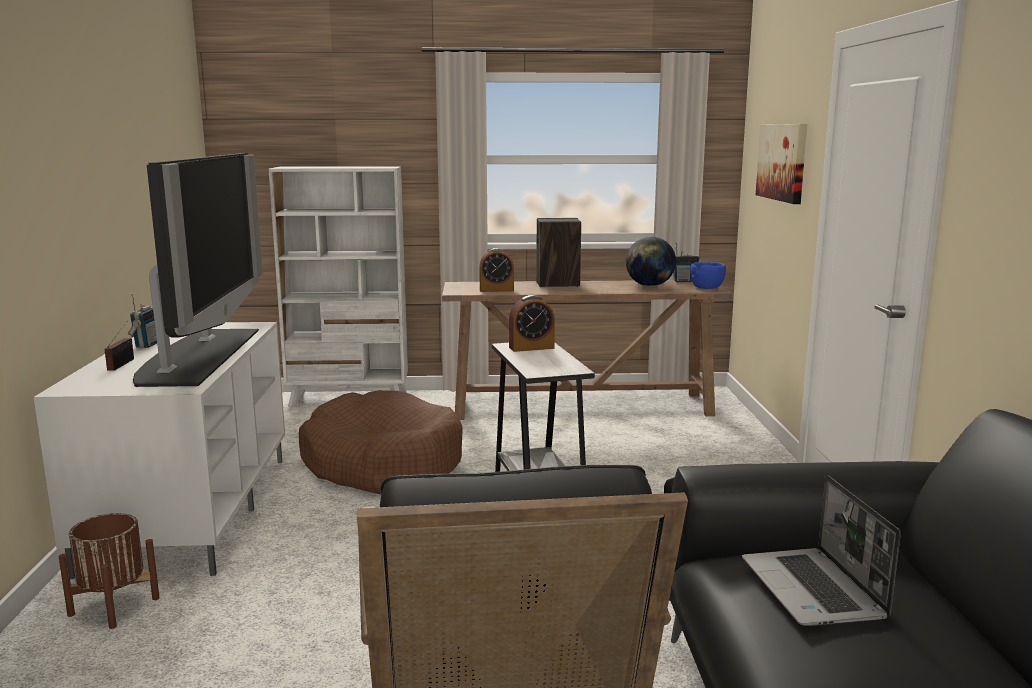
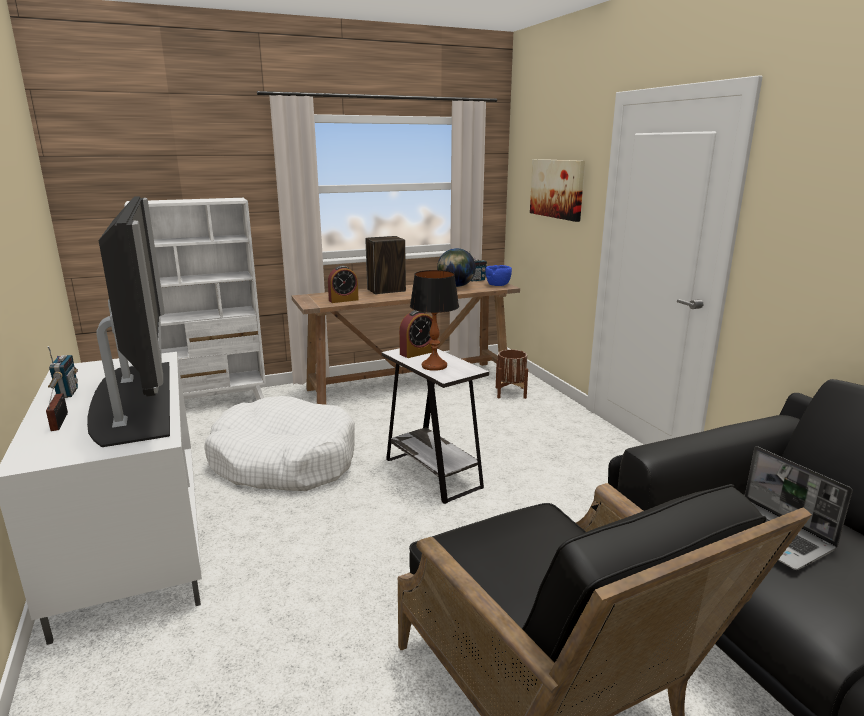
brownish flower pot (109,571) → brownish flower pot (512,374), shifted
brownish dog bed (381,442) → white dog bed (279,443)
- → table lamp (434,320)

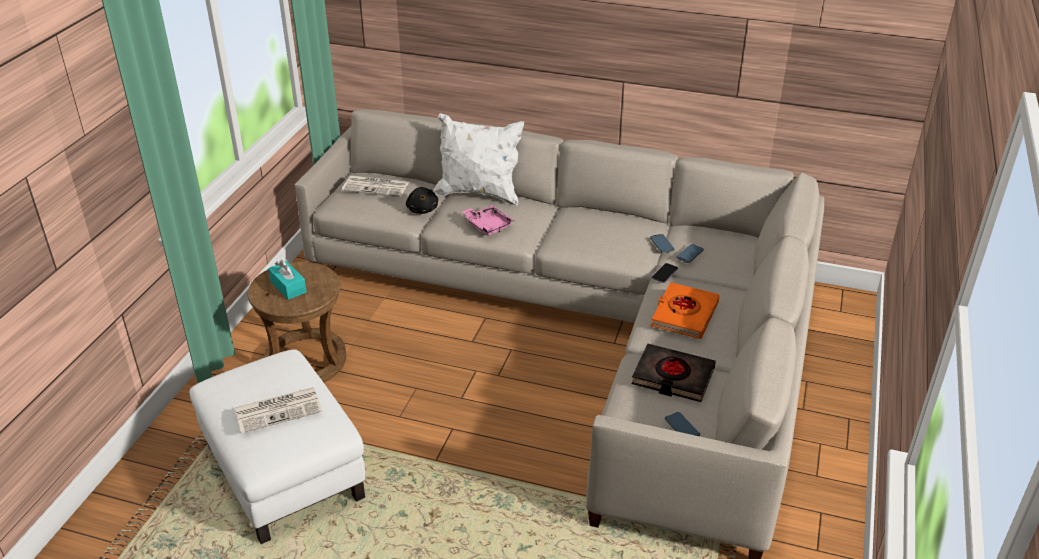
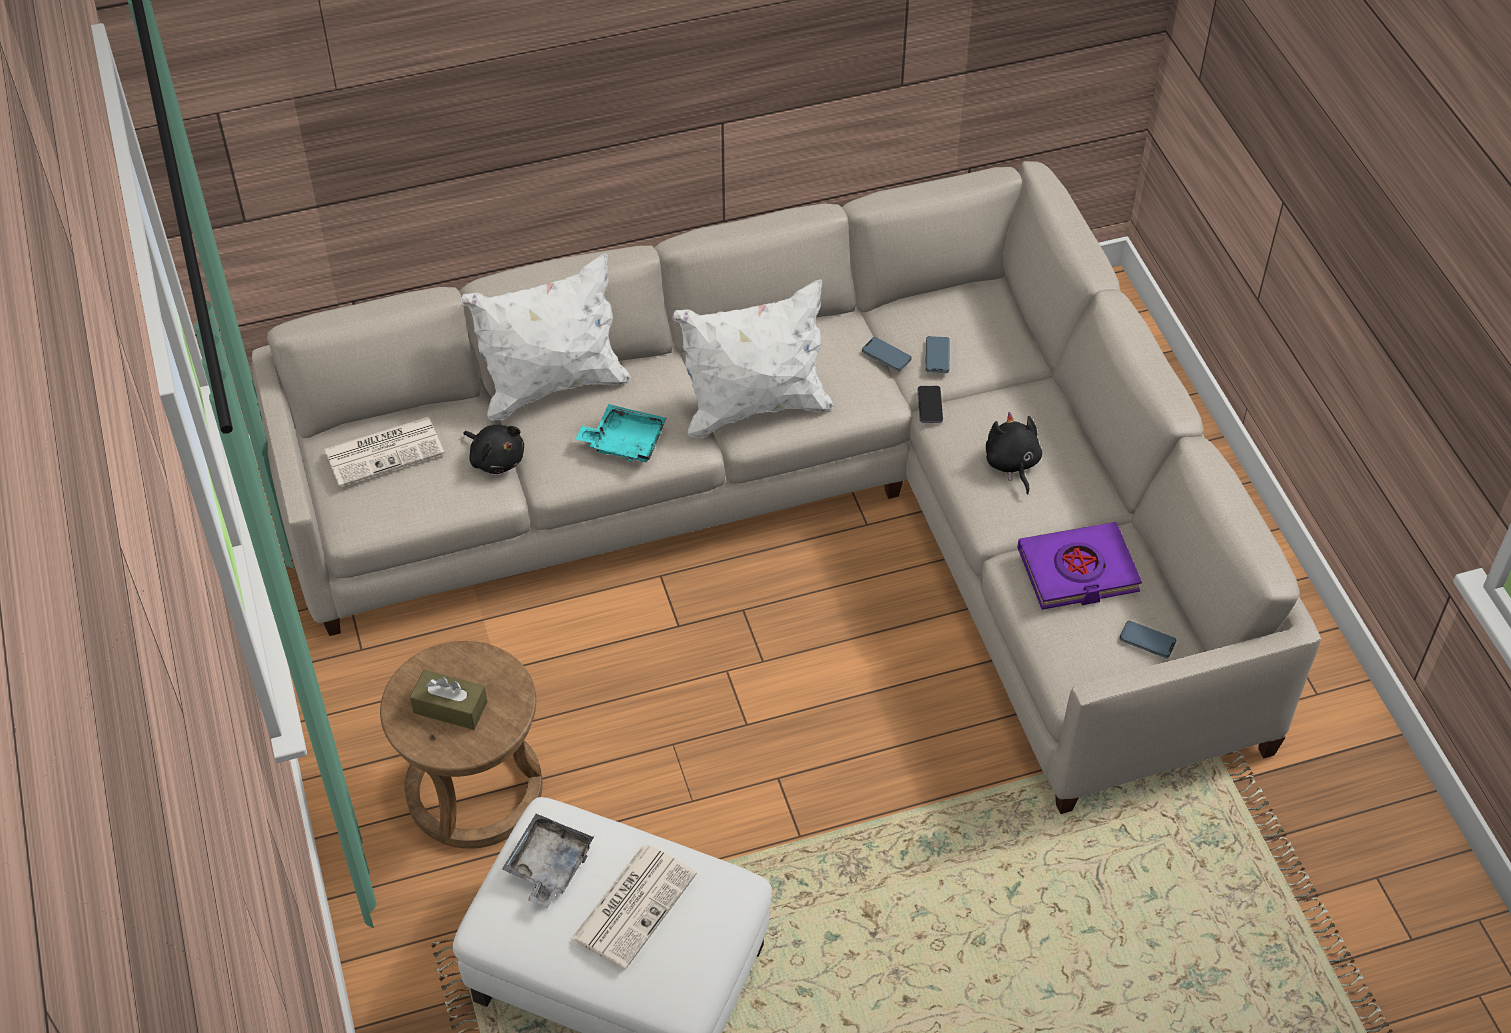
turquoise box of tissues (287,280) → brownish box of tissues (448,700)
pink-coloured serving tray (488,220) → turquoise serving tray (621,433)
blackish volume (674,373) → purple volume (1079,566)
orange-coloured volume (685,310) → blackish plush toy (1014,453)
- → gray serving tray (548,861)
- → white pillow (753,358)

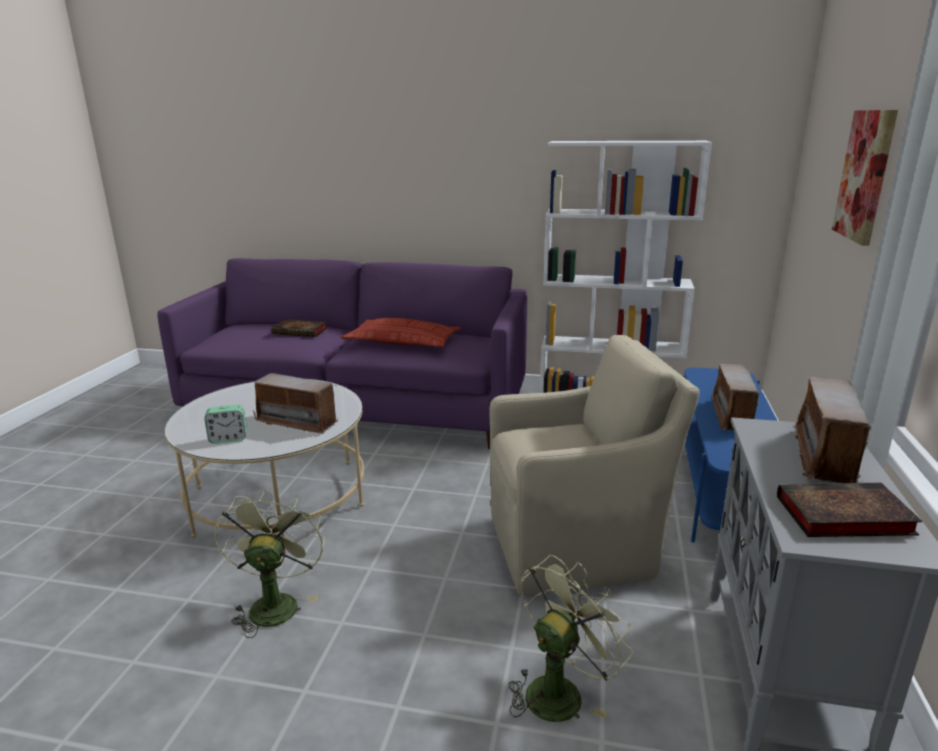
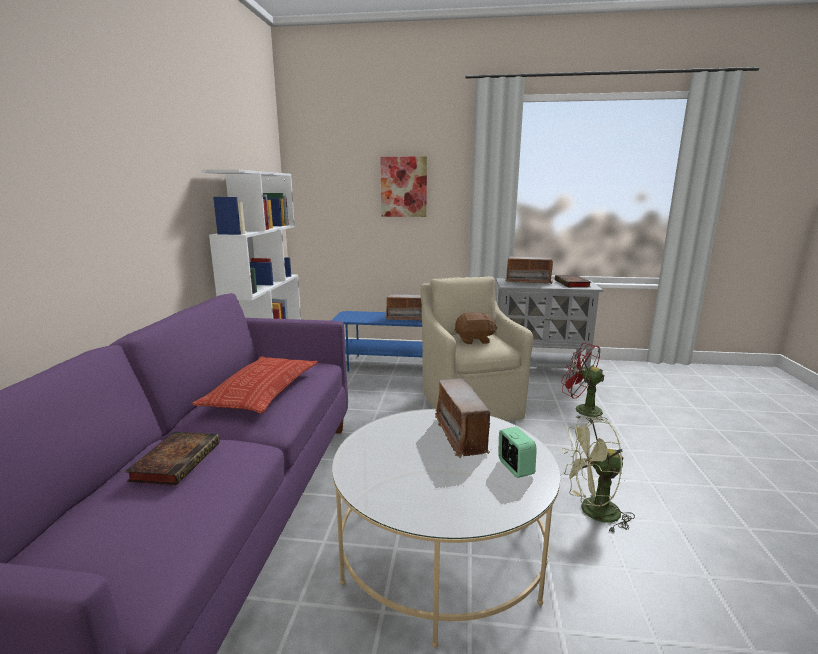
radio receiver (295,403) → radio receiver (463,418), 150 degrees clockwise
greenish electric fan (571,638) → reddish electric fan (584,382)
- → brownish plush toy (476,328)

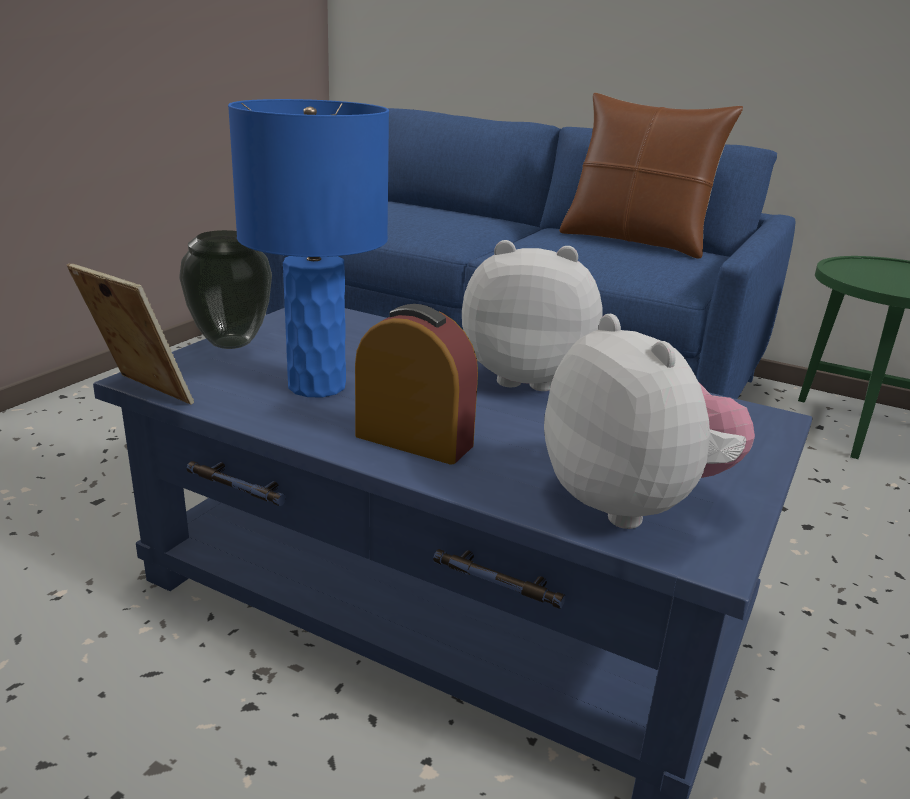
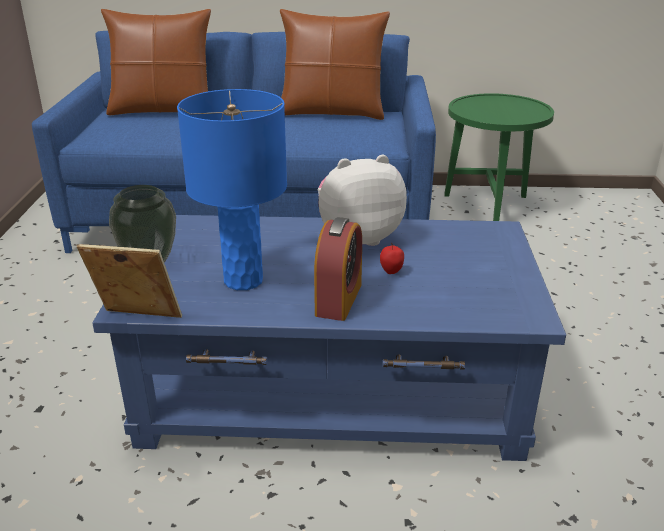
bedside clock (416,384) → bedside clock (338,269), 105 degrees clockwise
plush toy (649,421) → -
- → brownish pillow (156,62)
- → apple (392,258)

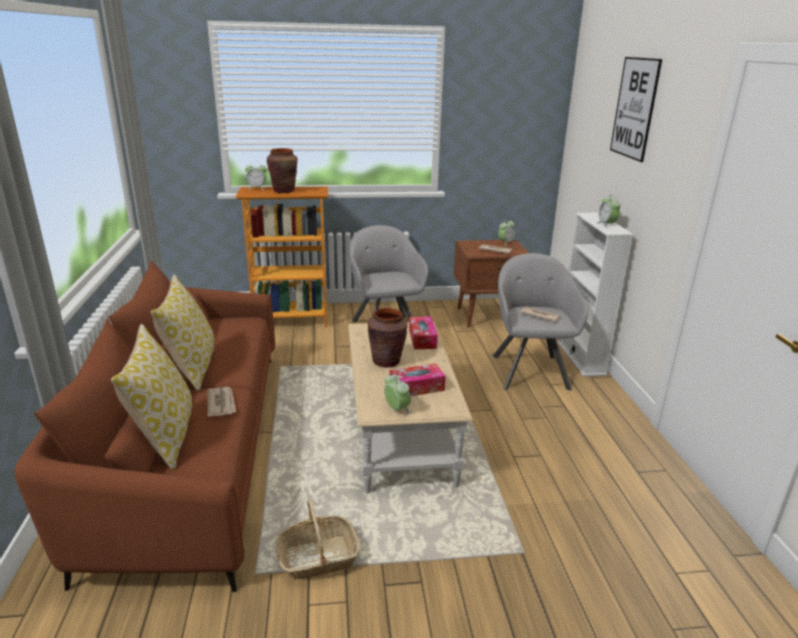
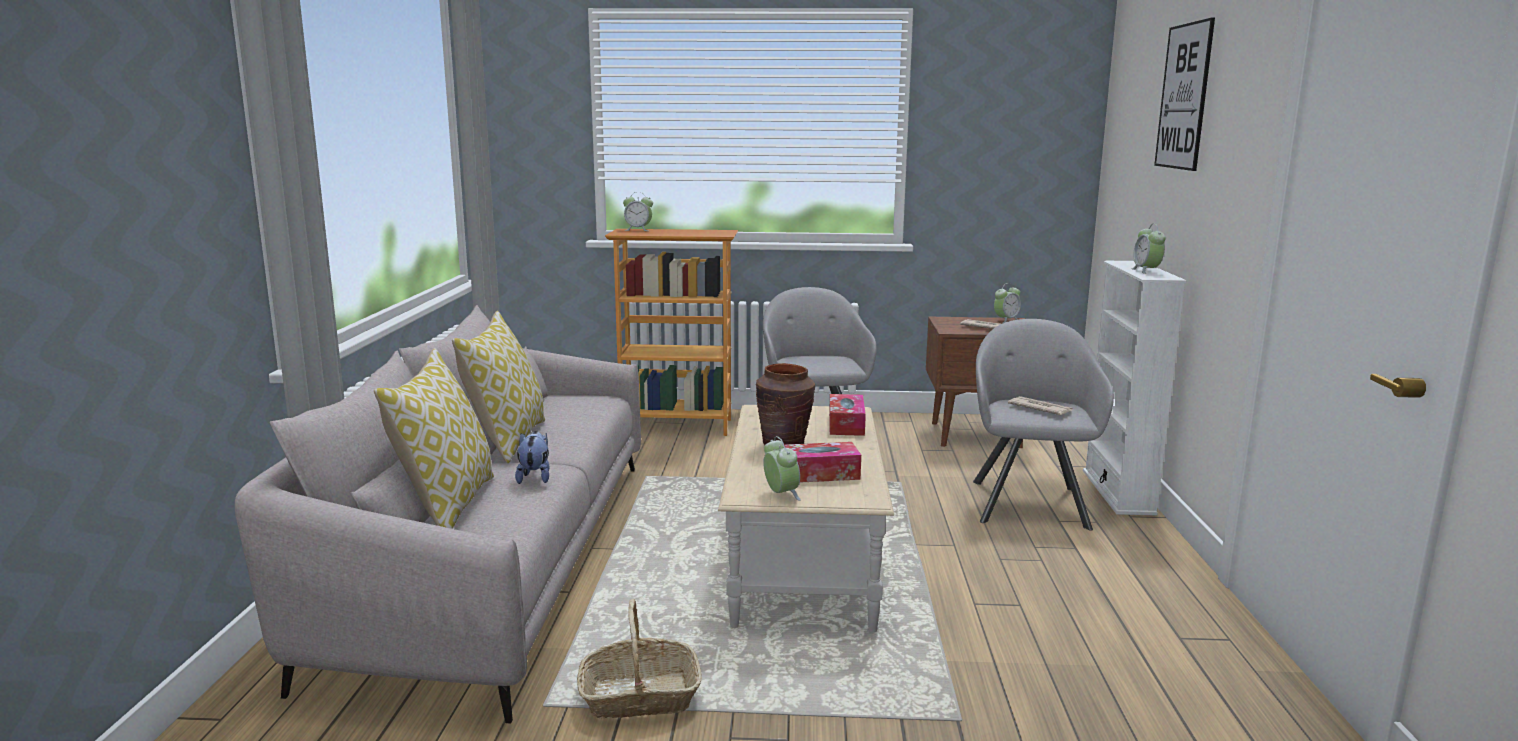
brownish couch (144,426) → gray couch (438,514)
printed paper (221,402) → plush toy (532,457)
brownish decorative vase (282,170) → -

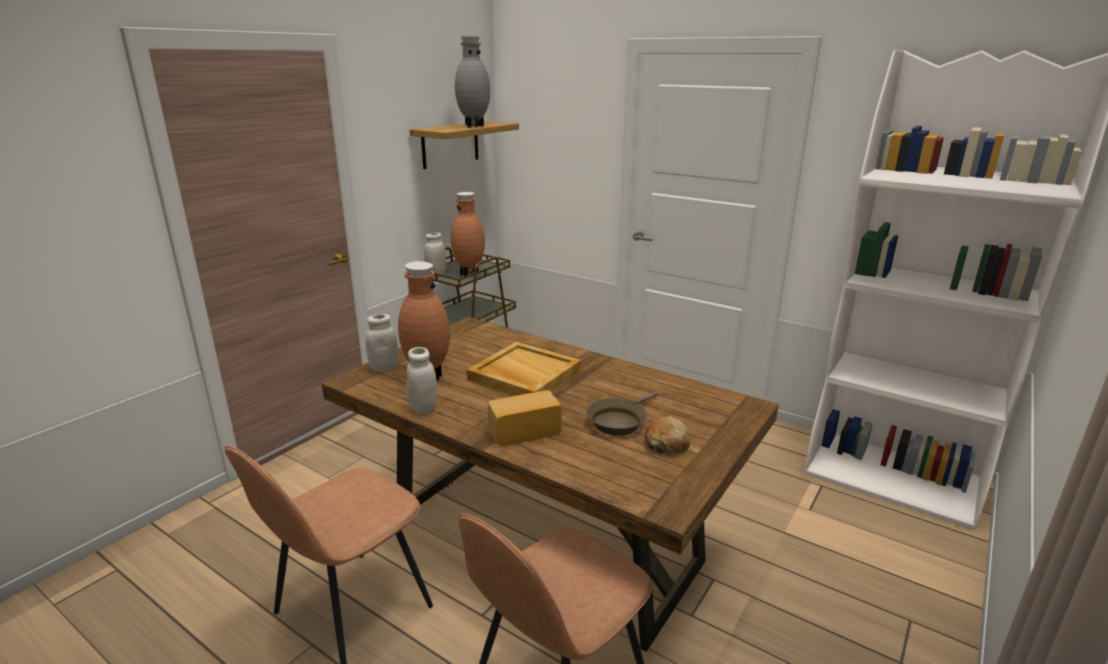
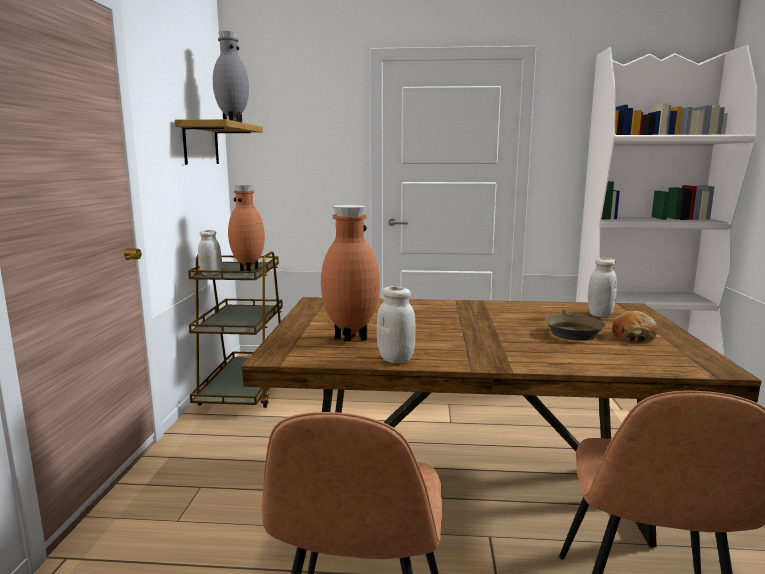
white jar (381,343) → white jar (602,287), shifted
beige serving tray (524,369) → -
bakery bread (525,418) → -

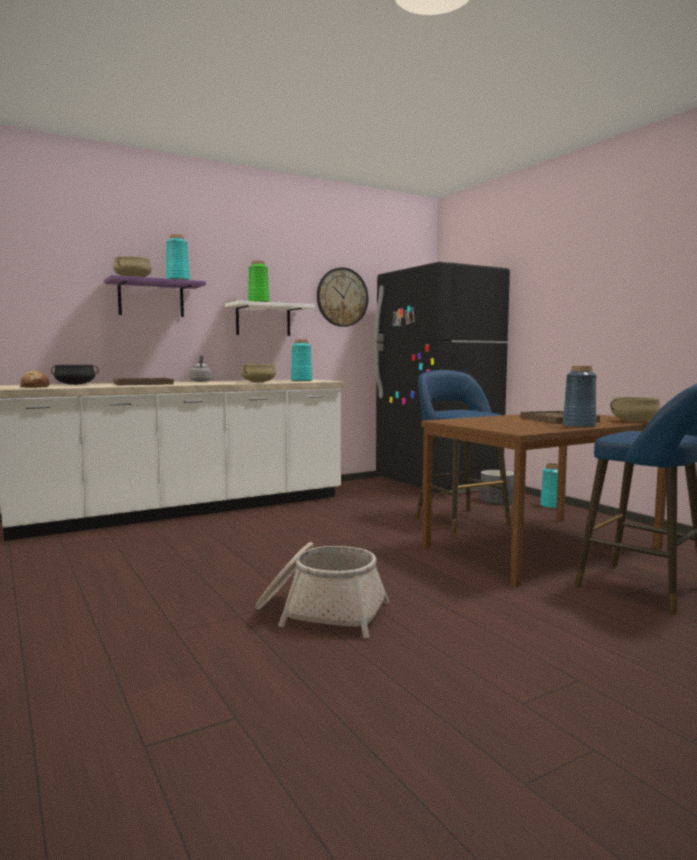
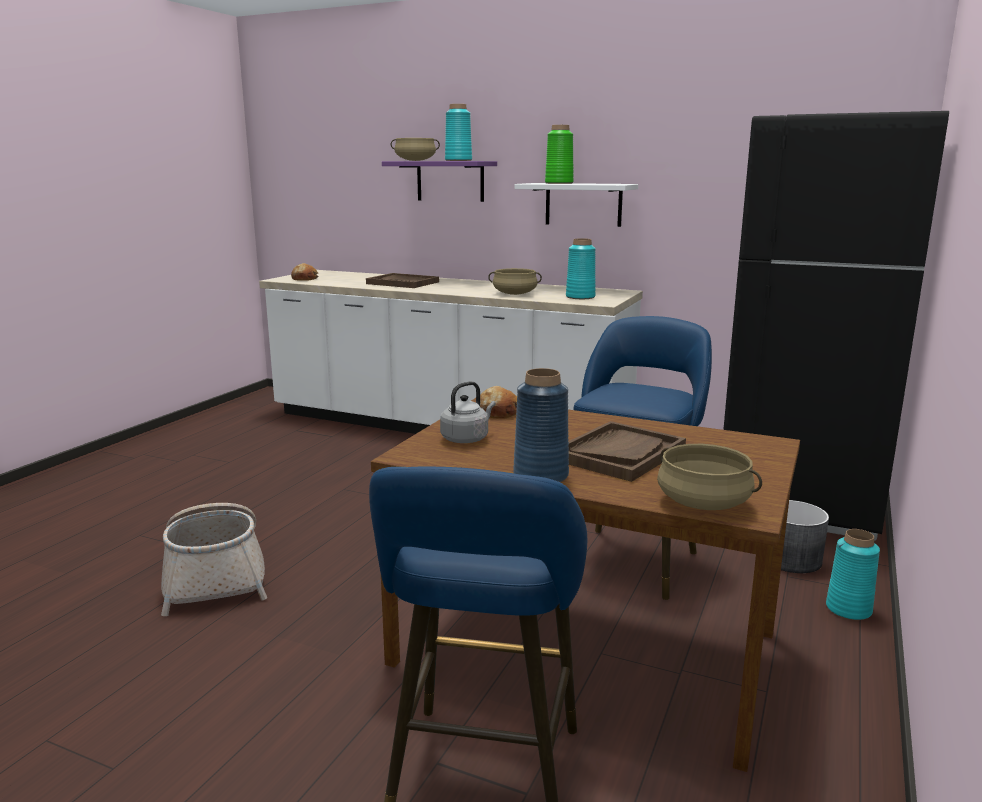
blackish stockpot (75,375) → -
gray kettle (201,368) → gray kettle (468,412), shifted
wall clock (342,297) → -
- → bakery bread (498,402)

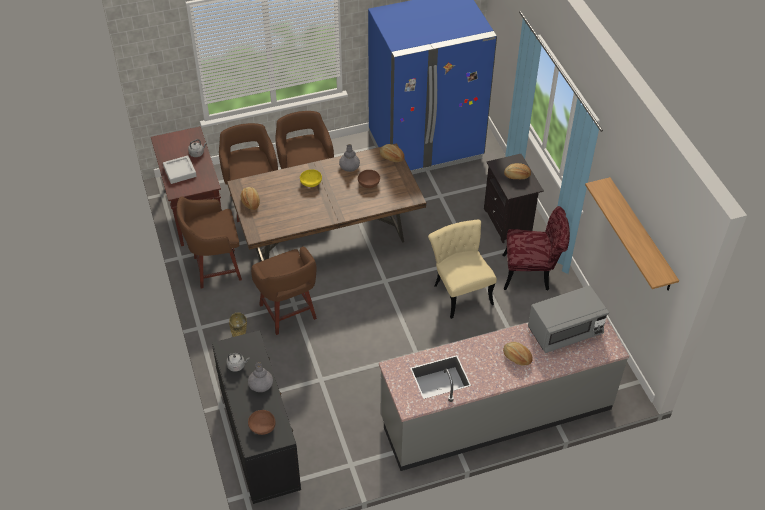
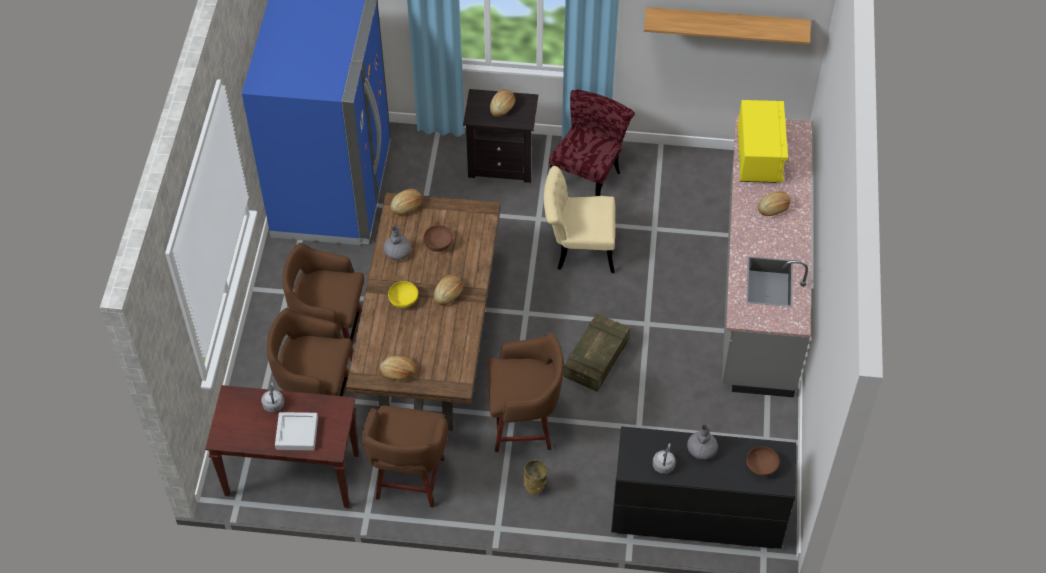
gray kitchen microwave (568,319) → yellow kitchen microwave (763,141)
- → bakery bread (448,290)
- → shipping crate (597,352)

